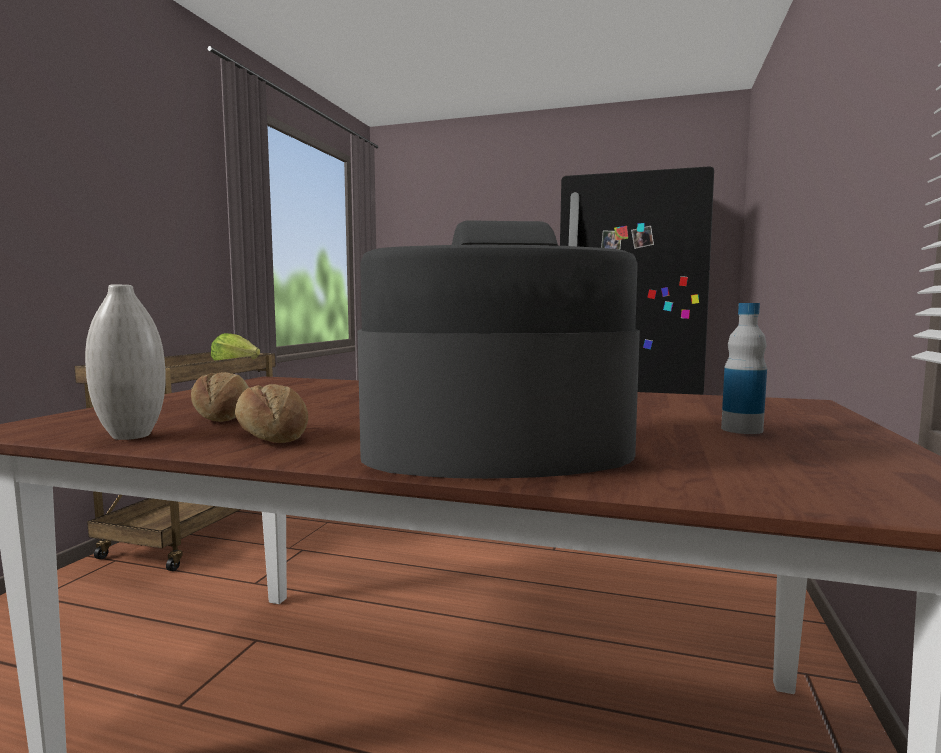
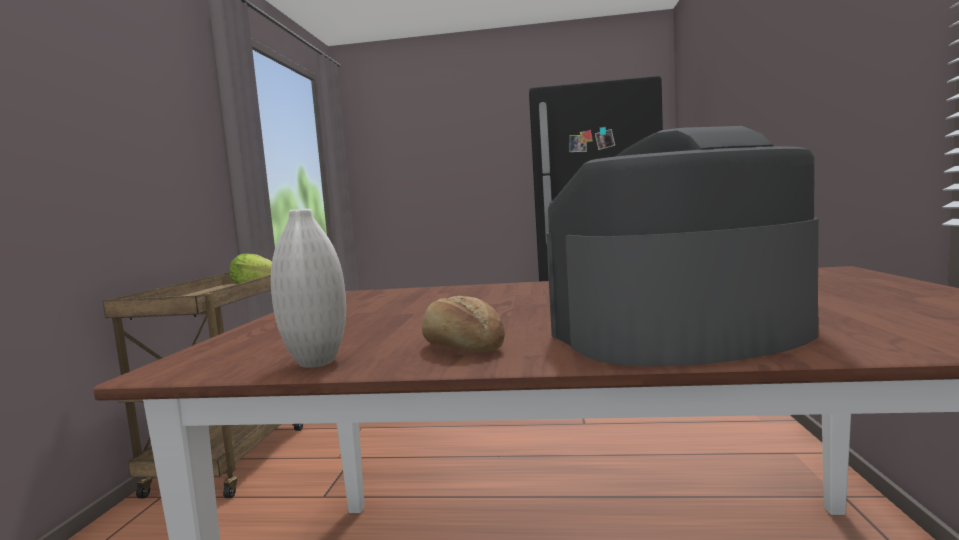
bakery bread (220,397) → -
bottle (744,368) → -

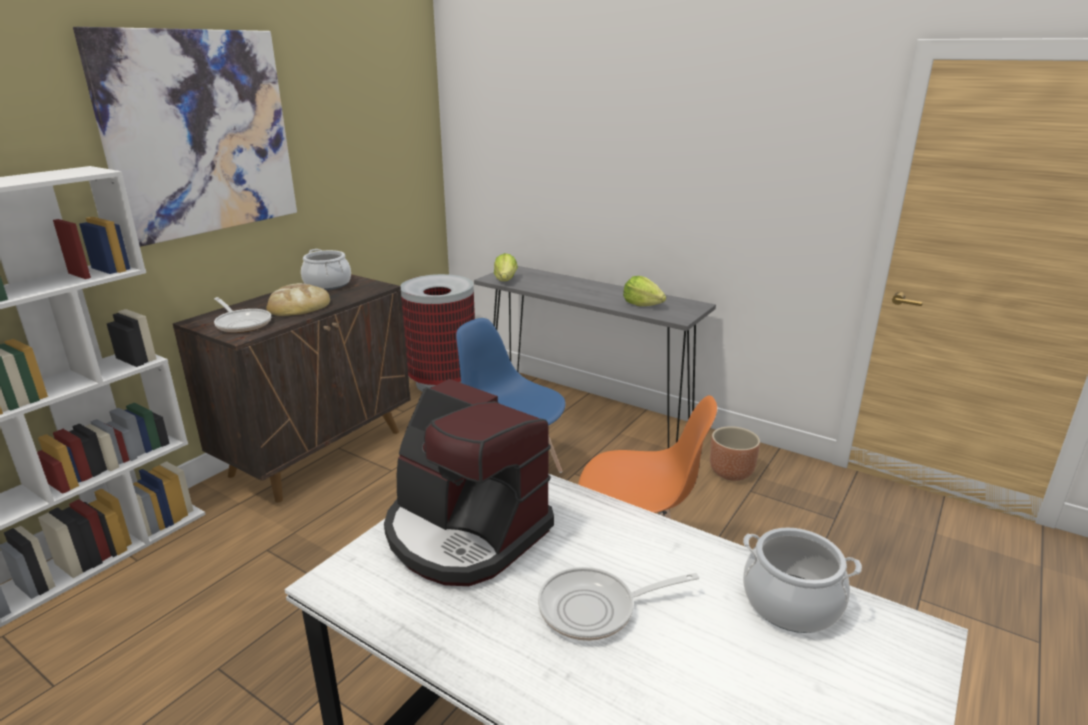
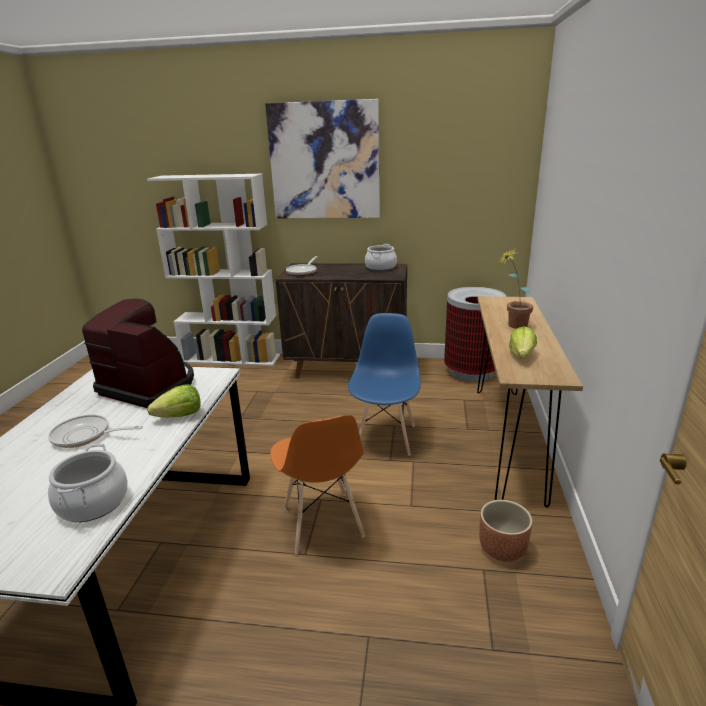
bakery bread (298,299) → -
coffee brewer (469,482) → coffee brewer (138,353), 105 degrees clockwise
gray console table (595,357) → brownish console table (530,402)
lettuce head (506,267) → lettuce head (174,401), shifted
frying pan (618,604) → frying pan (95,431), 45 degrees counterclockwise
- → plant in a pot (516,289)

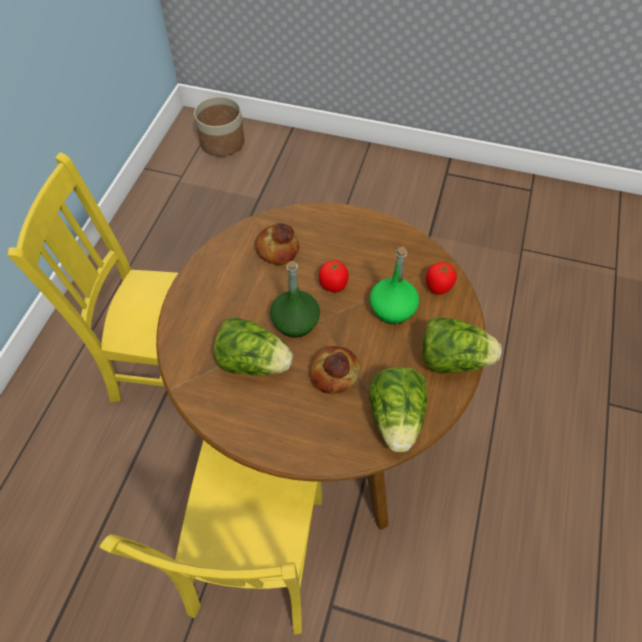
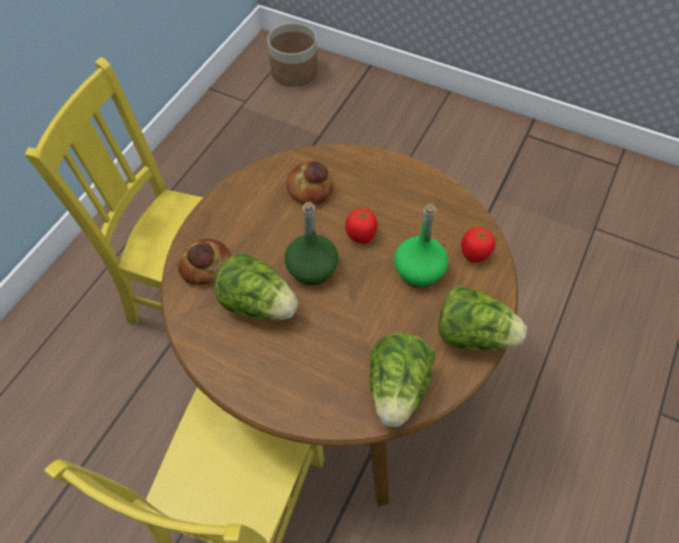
bakery bread (335,370) → bakery bread (205,261), shifted

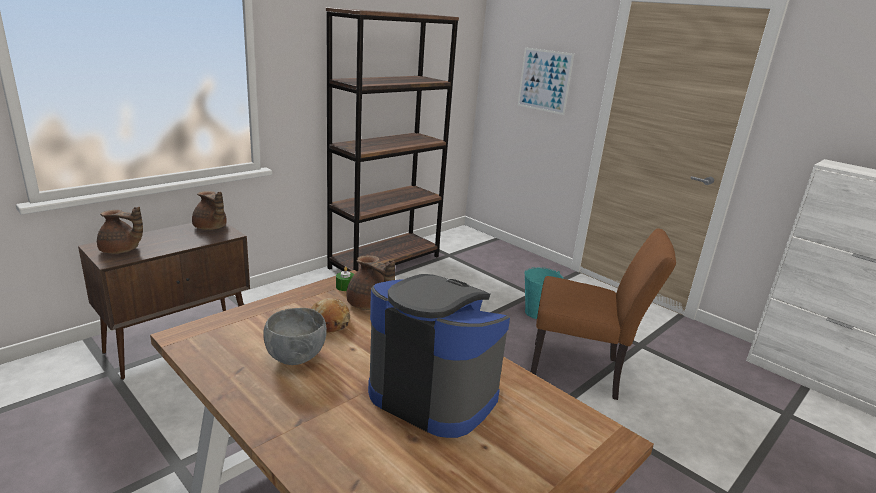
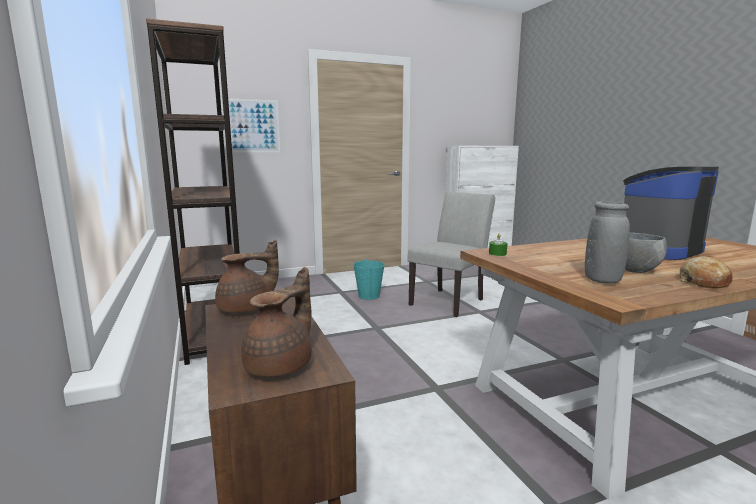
bakery bread (330,315) → bakery bread (705,272), shifted
brownish teapot (370,282) → -
brownish plain chair (603,314) → gray plain chair (451,254)
- → gray decorative vase (607,242)

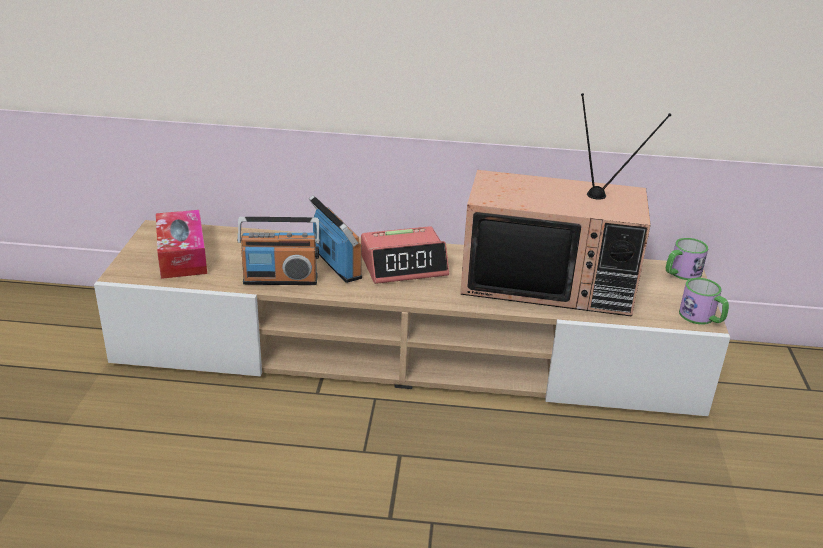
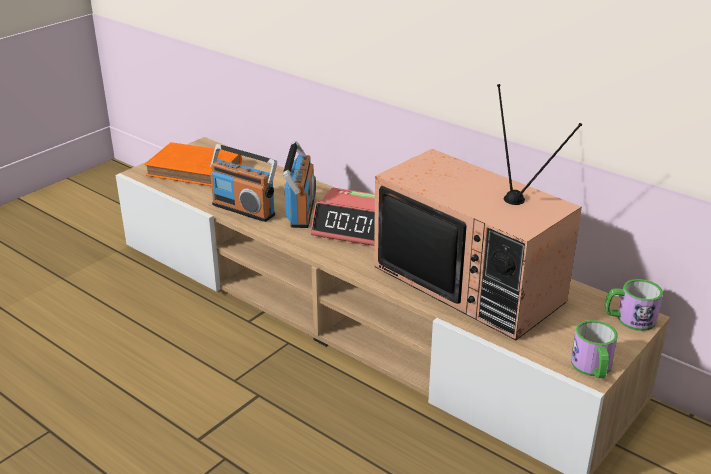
box of tissues (181,244) → orange-coloured volume (193,164)

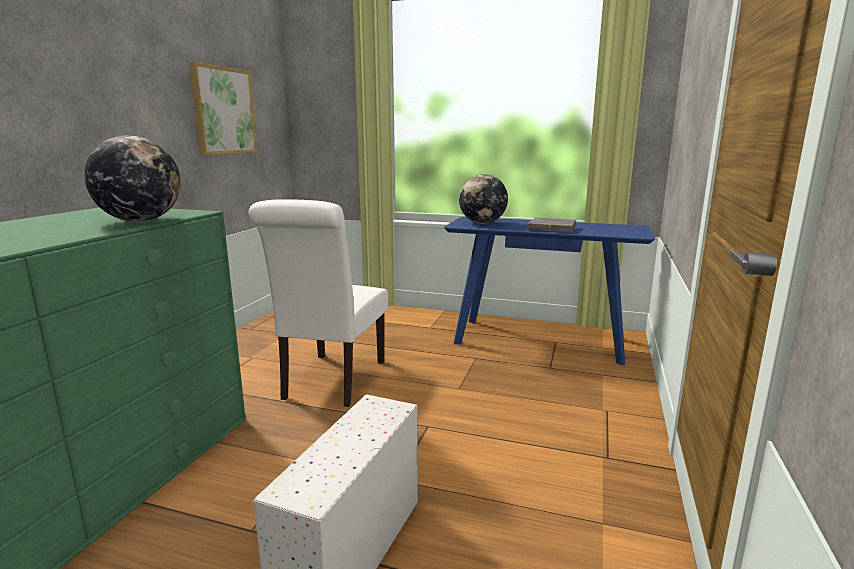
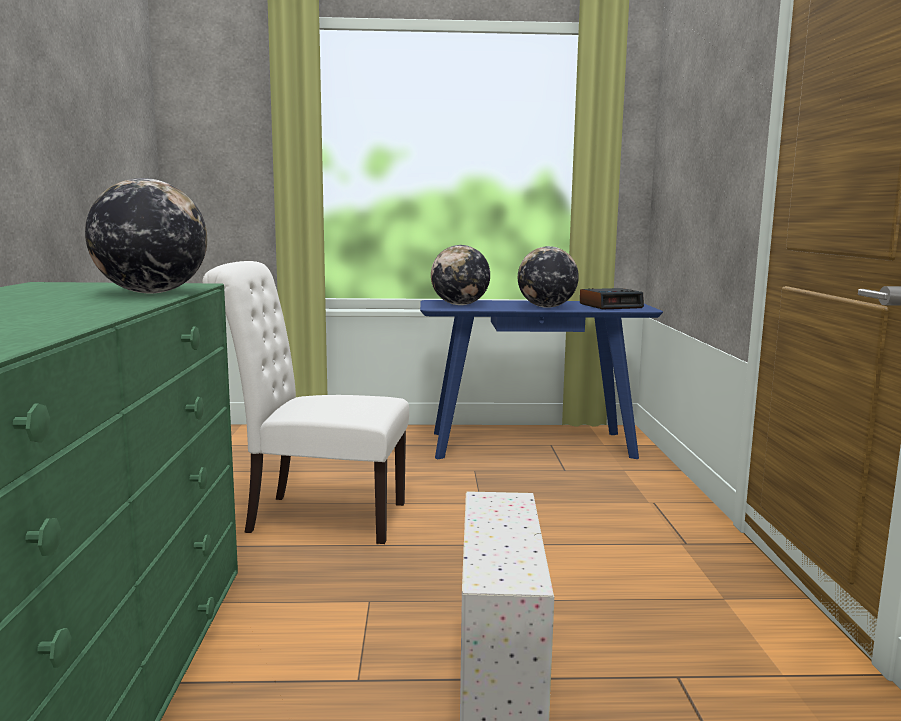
wall art (223,108) → -
white plain chair (318,303) → white plain chair (306,402), 105 degrees clockwise
gray volume (551,225) → globe (548,277)
- → bedside clock (612,298)

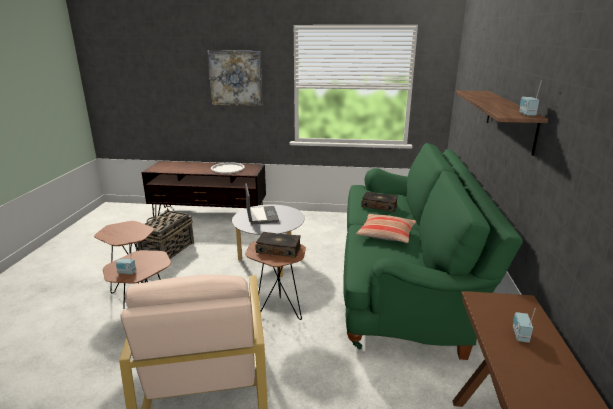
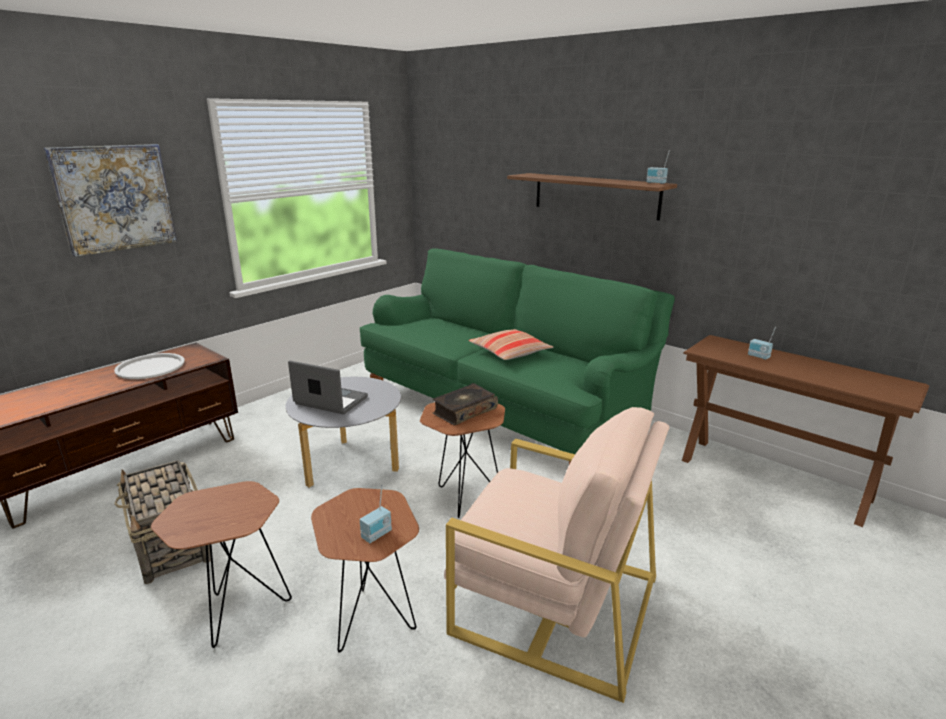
volume (380,202) → -

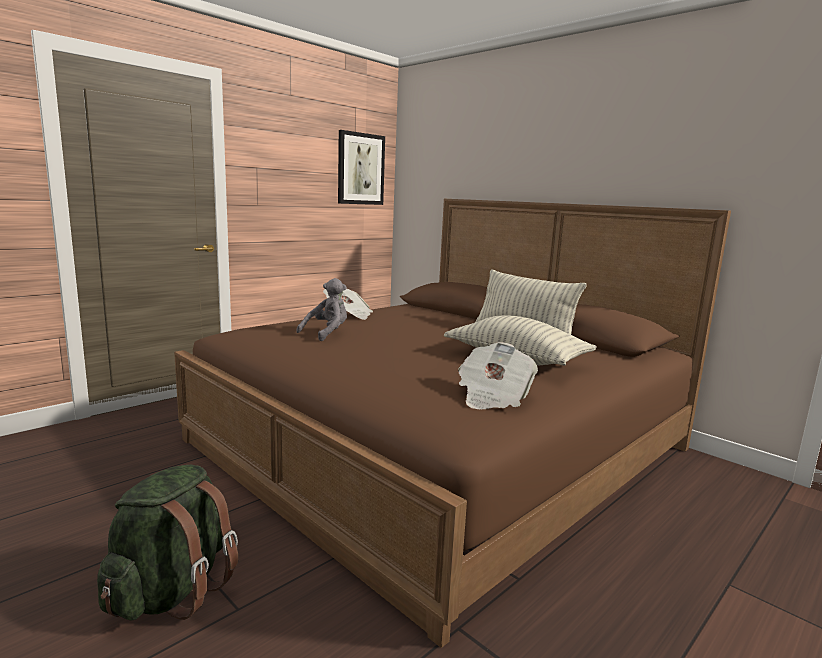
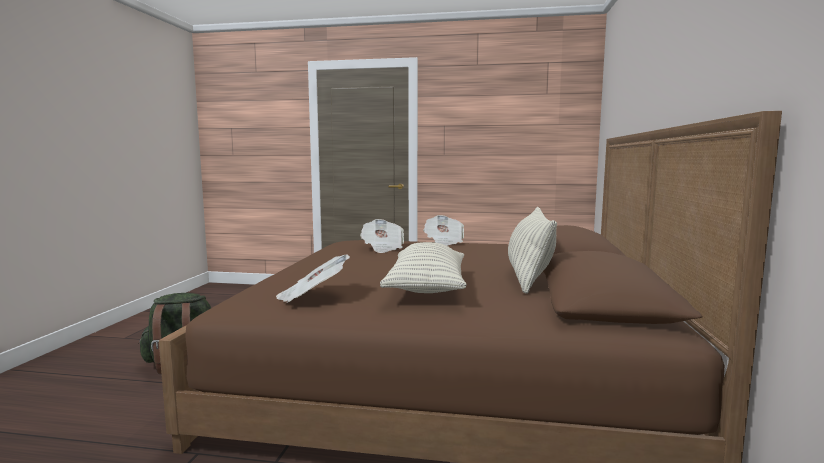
gray plush toy (321,309) → printed paper (382,236)
wall art (361,167) → -

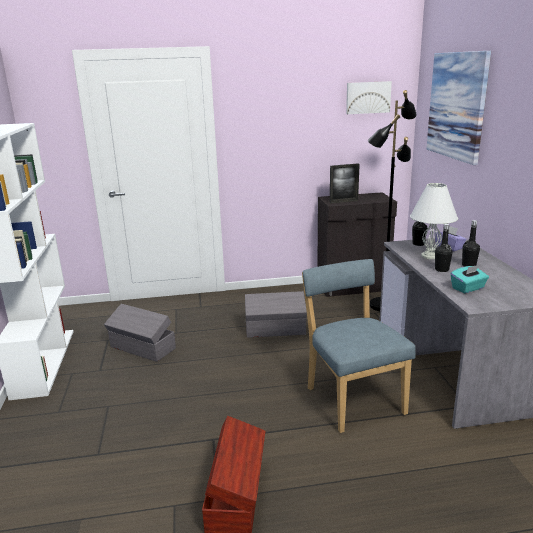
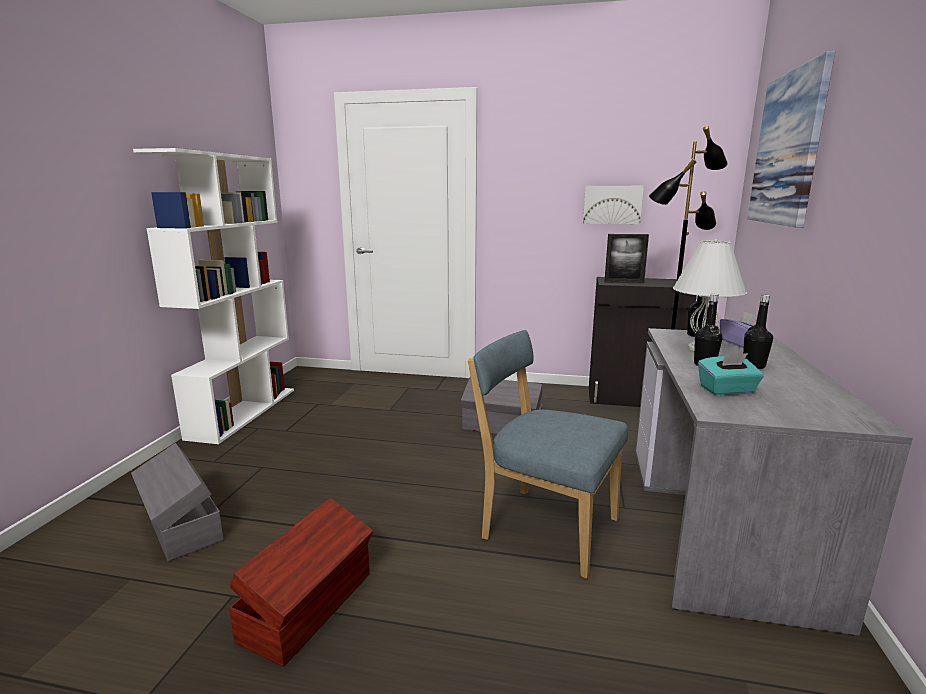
gray storage bin (140,333) → gray storage bin (177,502), shifted
bluish plain chair (359,346) → bluish plain chair (548,454), 60 degrees counterclockwise
wall art (369,97) → wall art (613,205), shifted

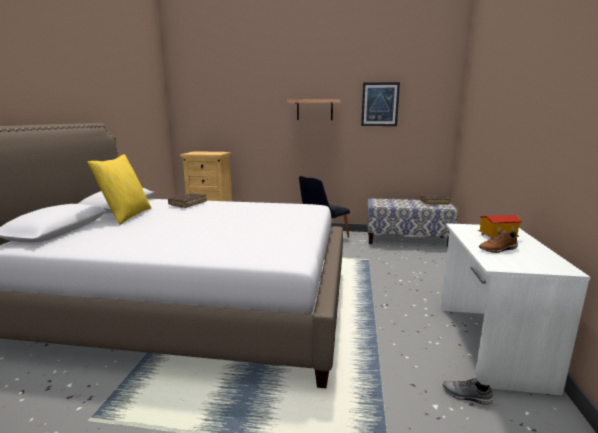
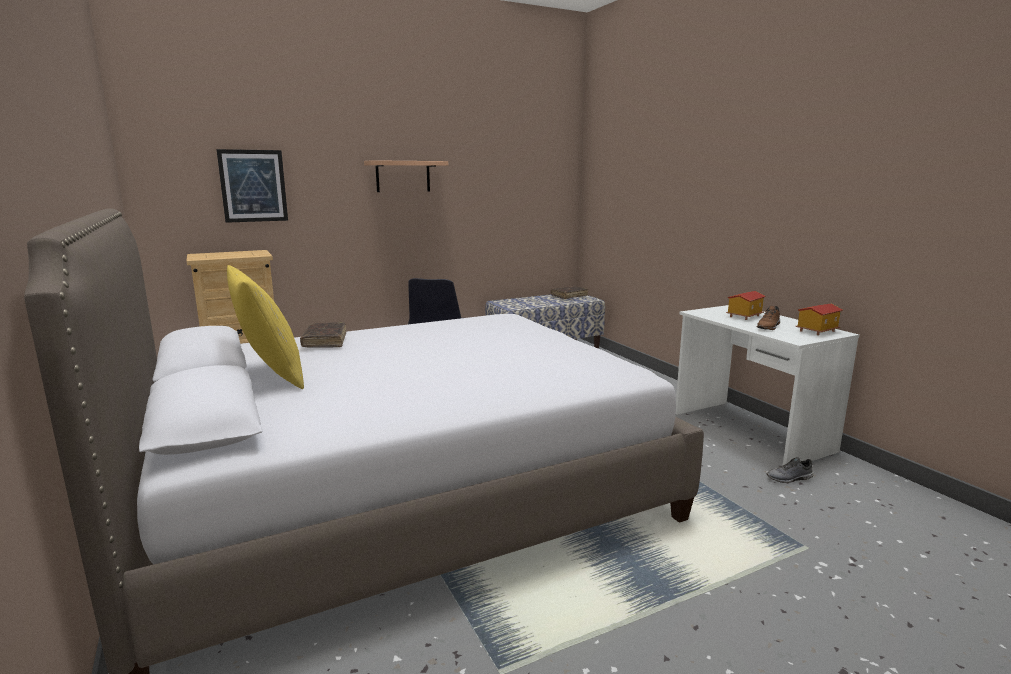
wall art (380,104) → wall art (252,186), shifted
- → miniature house (819,319)

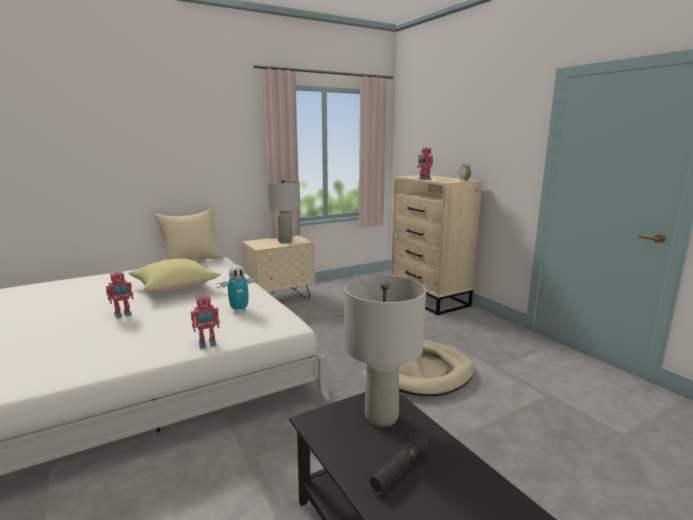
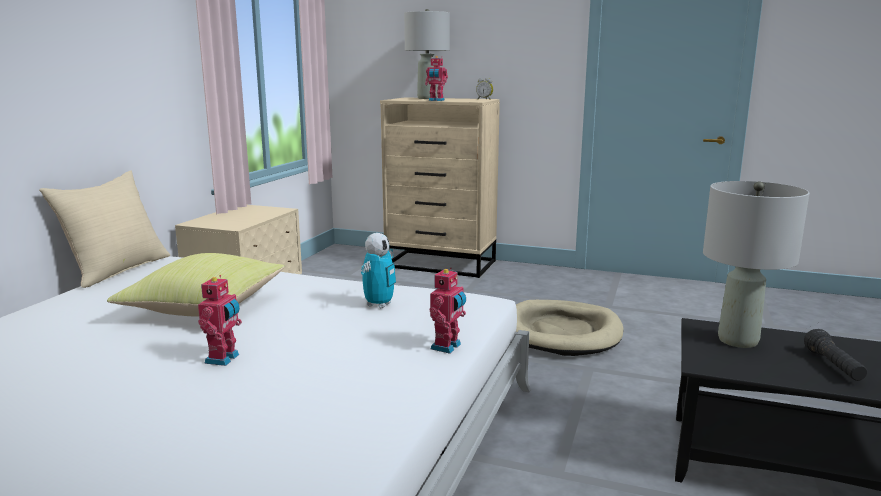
gray table lamp (283,211) → gray table lamp (427,54), shifted

